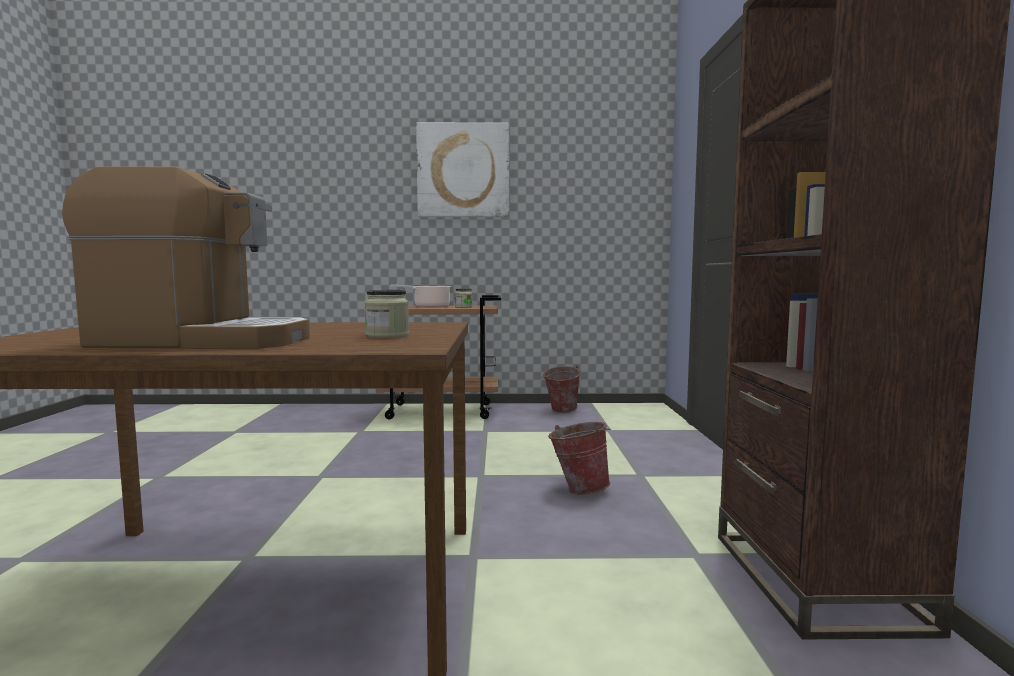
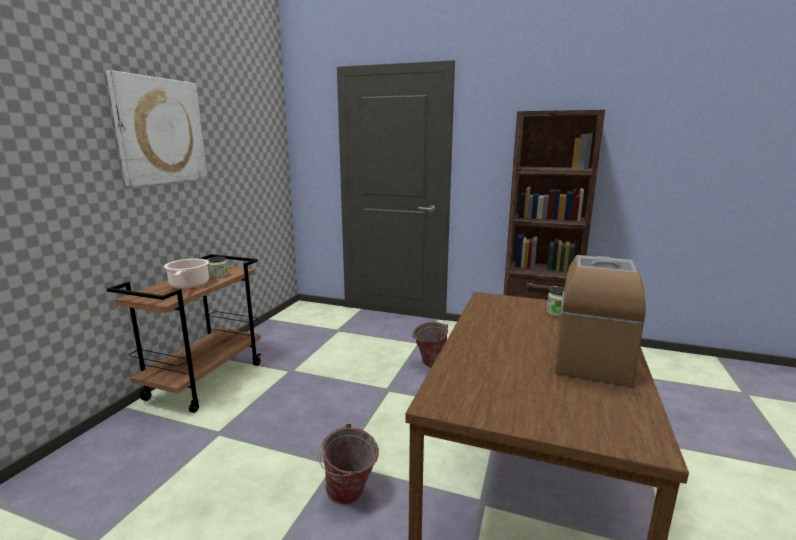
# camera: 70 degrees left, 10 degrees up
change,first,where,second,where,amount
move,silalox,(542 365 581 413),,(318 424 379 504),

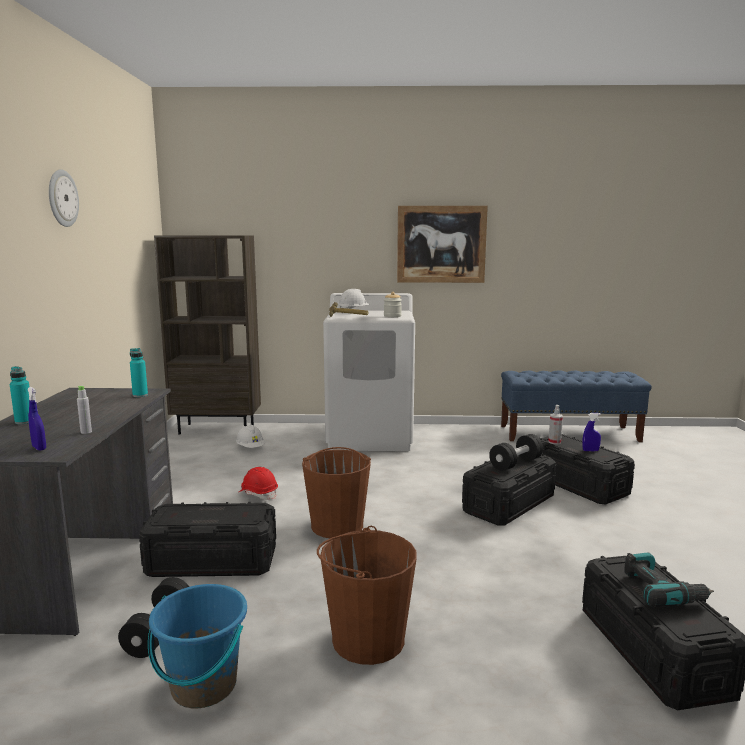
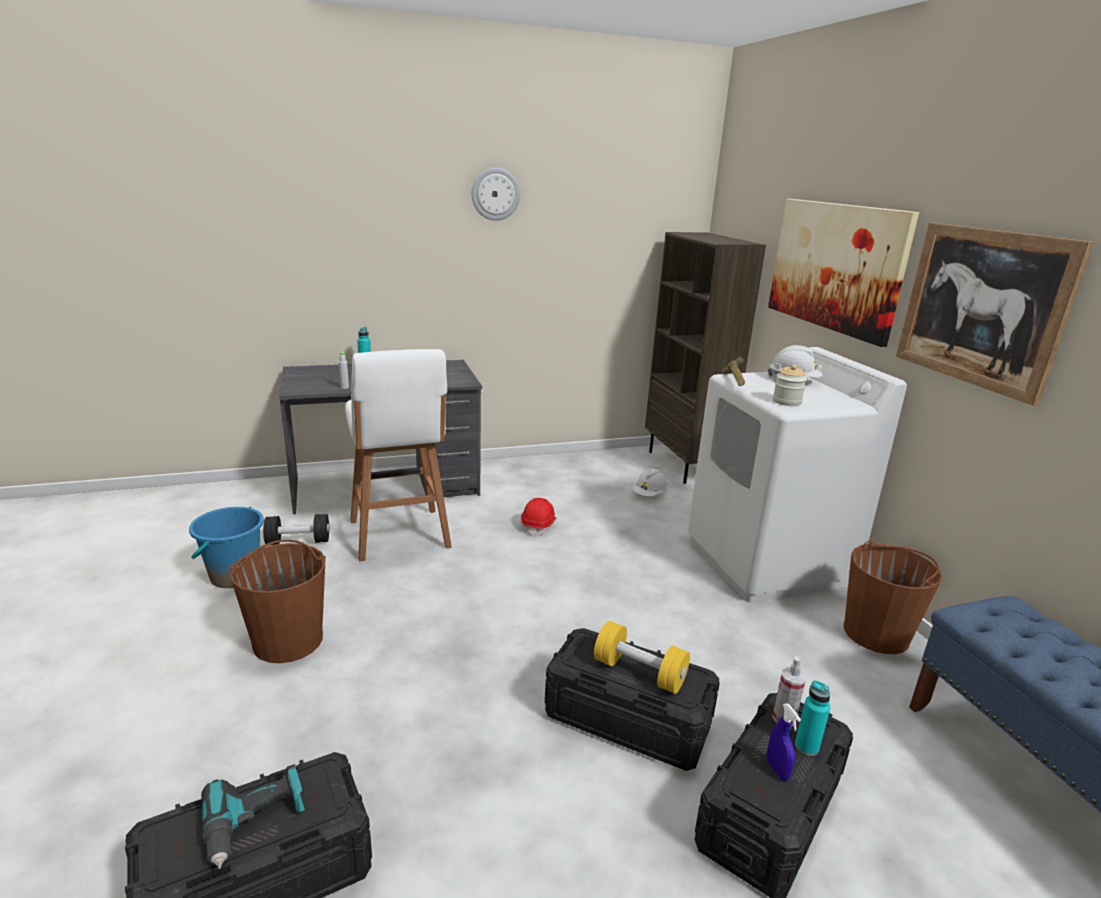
# camera: 70 degrees right, 10 degrees up
change,first,where,second,where,amount
replace,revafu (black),(139 502 276 577),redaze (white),(345 349 452 562),
recolor,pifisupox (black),(489 434 543 471),pifisupox (yellow),(594 621 690 694),
insert,,,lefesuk,(768 199 919 347),
move,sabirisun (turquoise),(130 348 148 397),,(795 680 830 756),
move,silalox (brown),(302 447 371 538),,(843 541 942 654),
delete,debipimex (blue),(27 387 46 450),,,

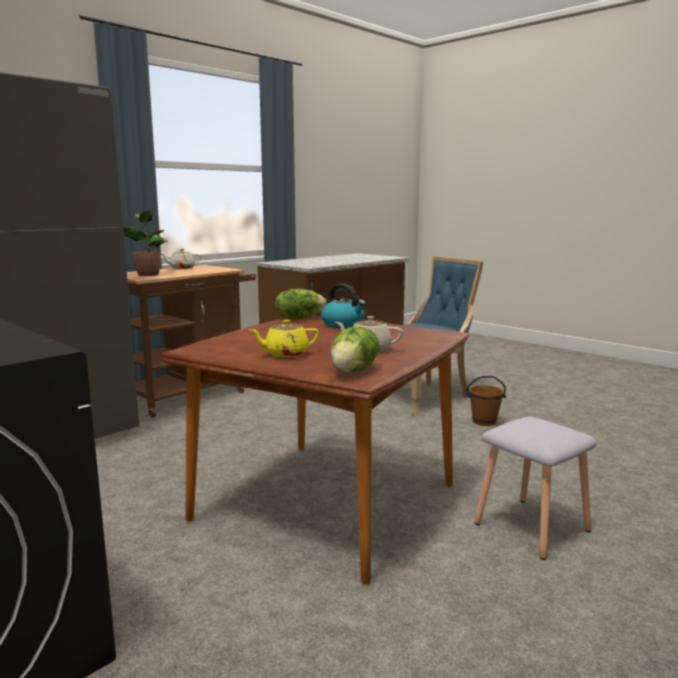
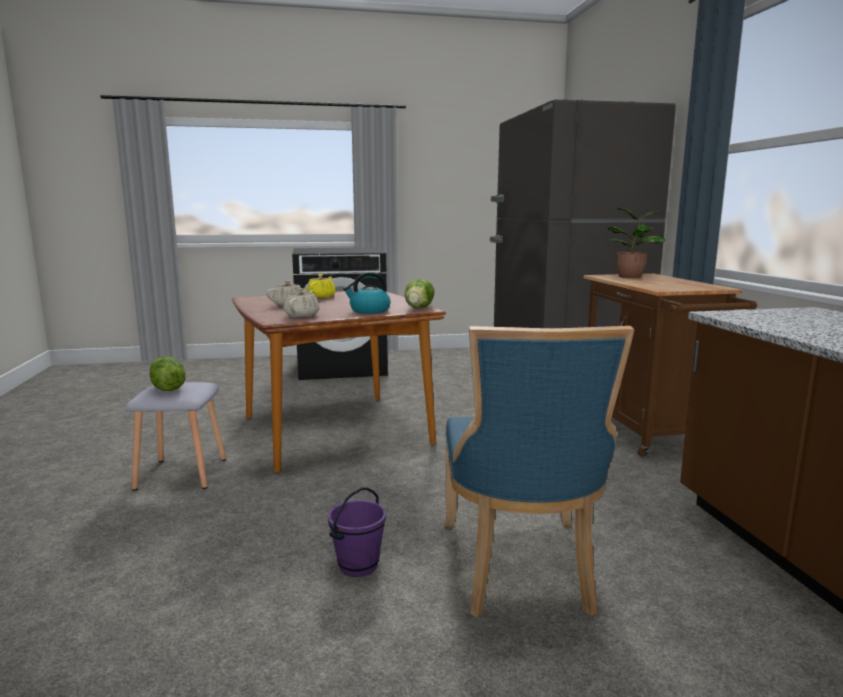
# camera: 125 degrees right, 0 degrees up
change,first,where,second,where,amount
move,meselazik,(331 327 379 373),,(150 357 186 391),
move,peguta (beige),(161 249 201 269),,(283 288 320 317),
recolor,silalox (brown),(466 376 506 426),silalox (purple),(327 487 386 577),

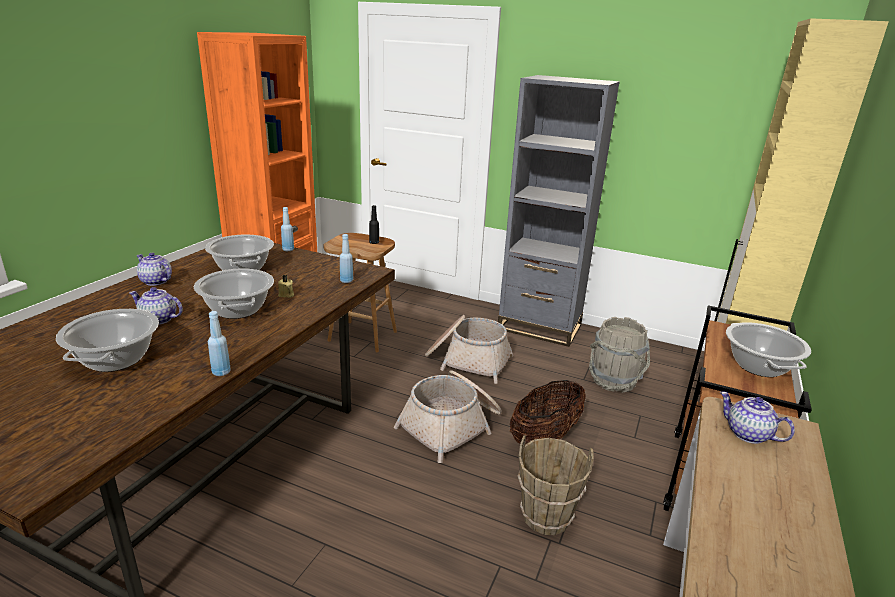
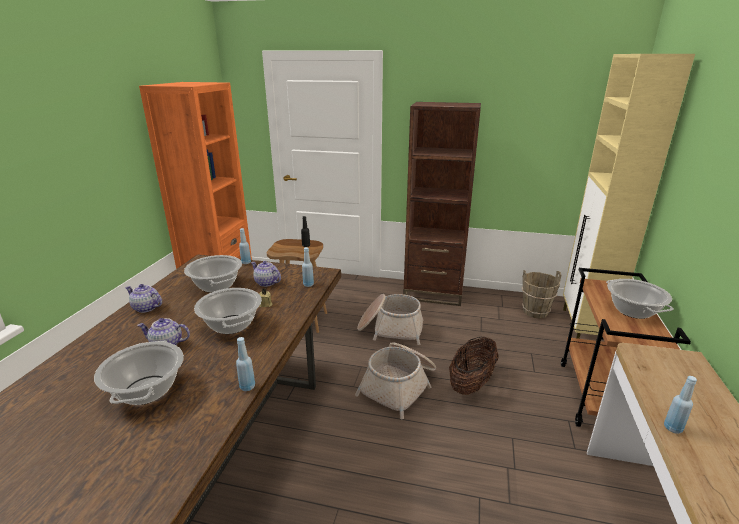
# camera: 10 degrees left, 0 degrees up
change,first,where,second,where,amount
move,peguta,(720 392 795 444),,(251 261 281 287),
recolor,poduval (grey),(498 75 620 347),poduval (brown),(403 102 481 306),
move,silalox (brown),(518 435 594 535),,(522 270 561 318),
insert,,,sabirisun (blue),(664 376 697 434),
delete,silalox (grey),(589 317 650 393),,,

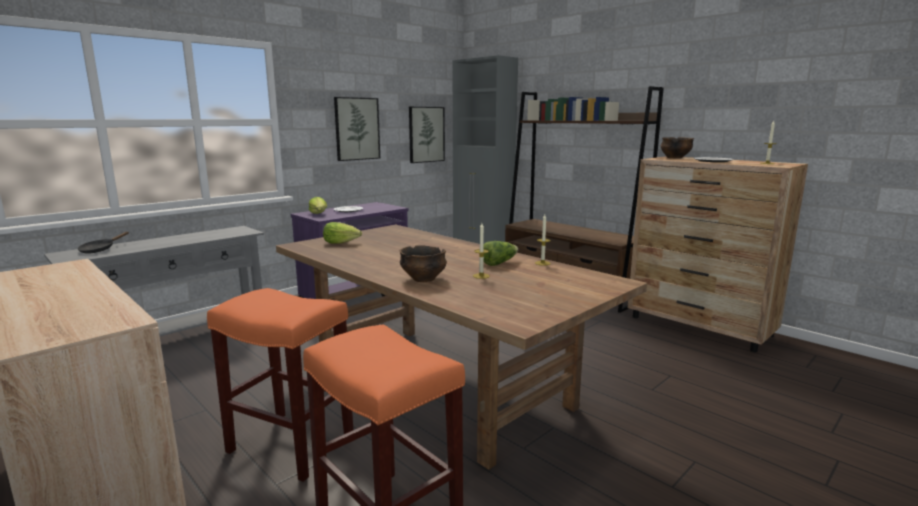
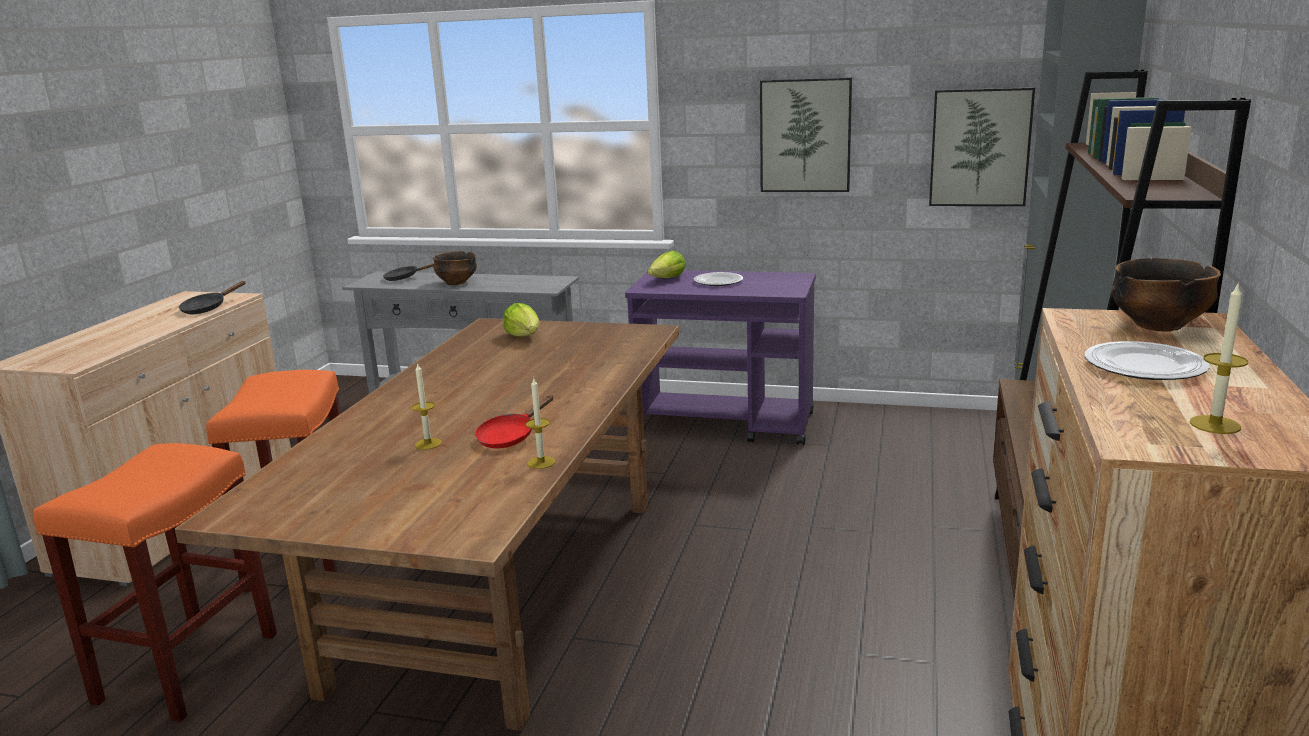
# camera: 60 degrees right, 5 degrees up
change,first,where,second,where,amount
insert,,,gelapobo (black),(179 281 246 314),
move,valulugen,(399 245 447 282),,(433 251 477 285),
replace,meselazik,(483 241 518 266),gelapobo (red),(475 395 553 449),

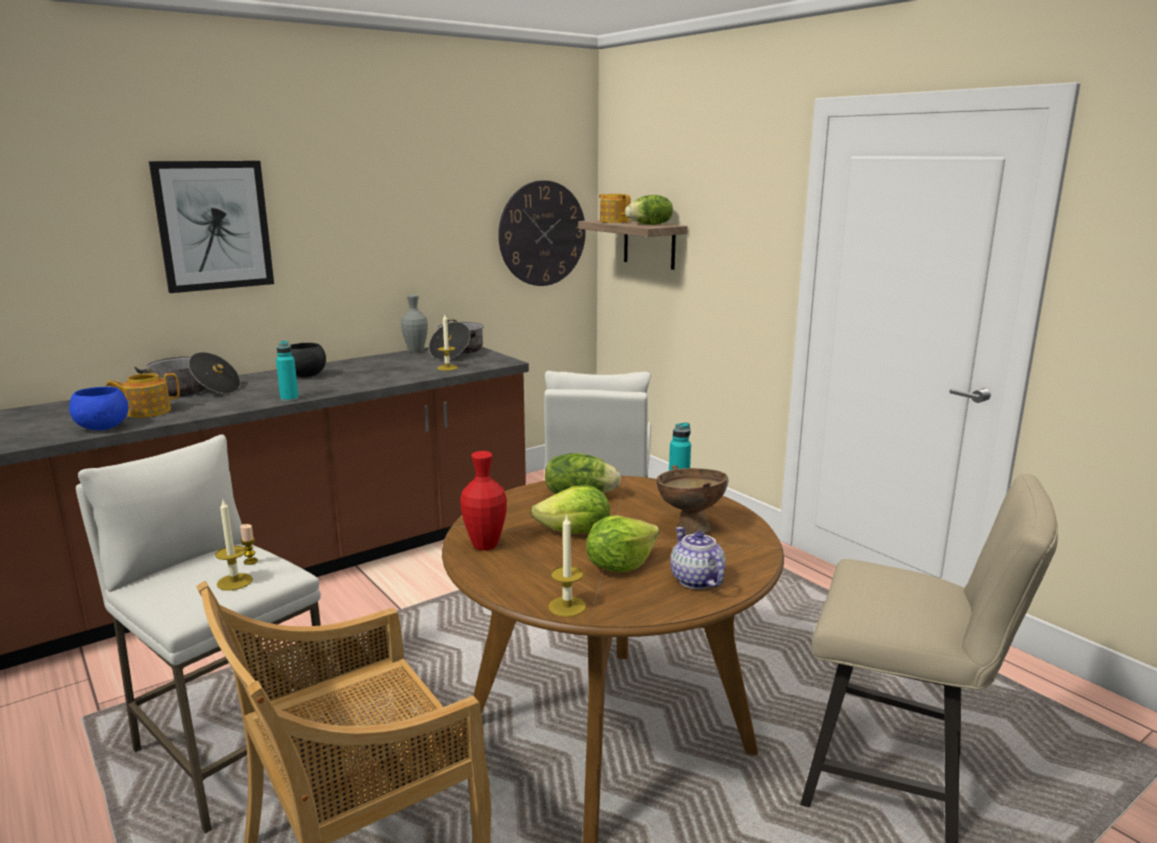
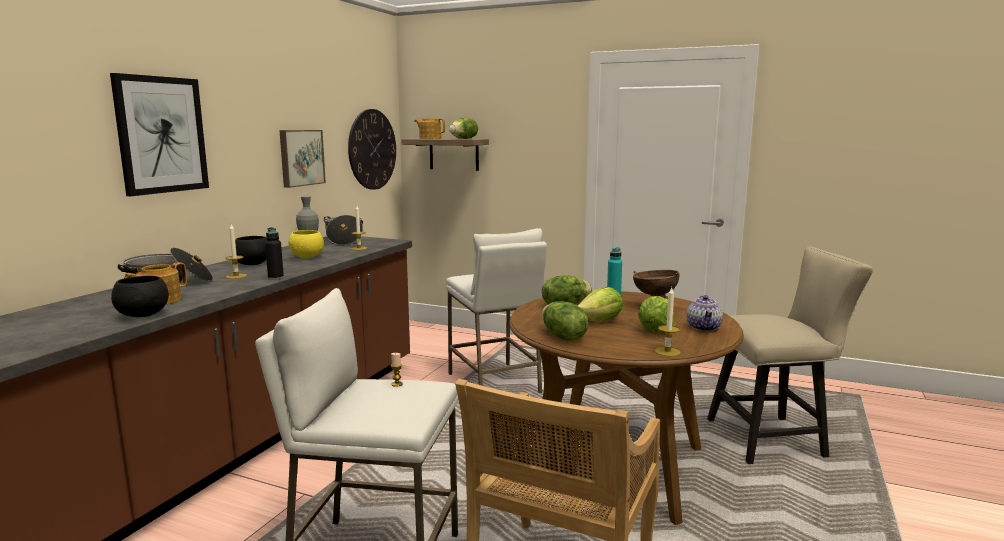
# camera: 30 degrees left, 5 degrees down
change,first,where,second,where,amount
recolor,valulugen (blue),(69 387 128 430),valulugen (black),(111 276 169 317),
move,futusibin,(215 500 253 591),,(225 224 247 279),
recolor,sabirisun (turquoise),(276 341 299 402),sabirisun (black),(265 227 284 280),
insert,,,lefesuk,(279 130 326 188),
insert,,,valulugen (yellow),(288 230 324 258),
replace,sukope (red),(460 451 507 550),meselazik,(542 301 589 340),
rotate,peguta,(670 527 726 589),,(687 295 723 331),120 degrees counterclockwise

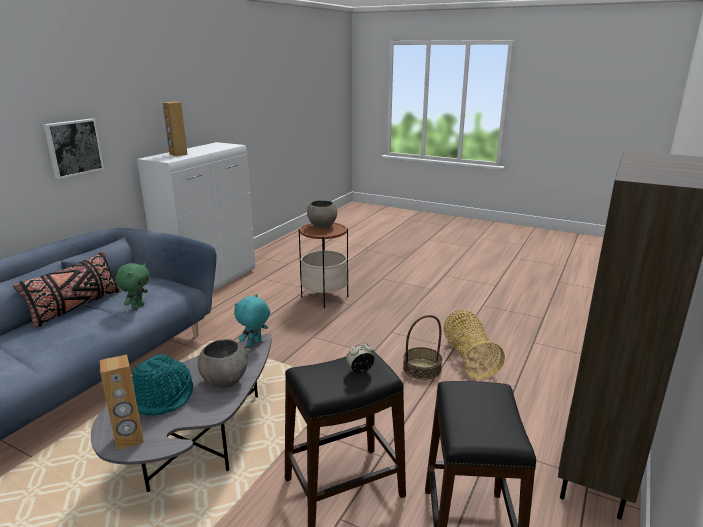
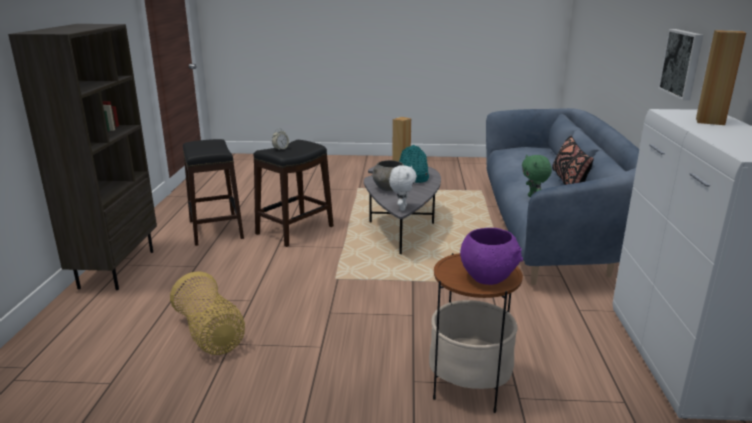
# camera: 155 degrees right, 0 degrees up
change,first,where,second,where,amount
recolor,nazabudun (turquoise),(234 294 270 347),nazabudun (white),(389 165 417 211),
recolor,valulugen (grey),(307 200 337 228),valulugen (purple),(460 228 523 285),
delete,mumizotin,(403 315 442 380),,,

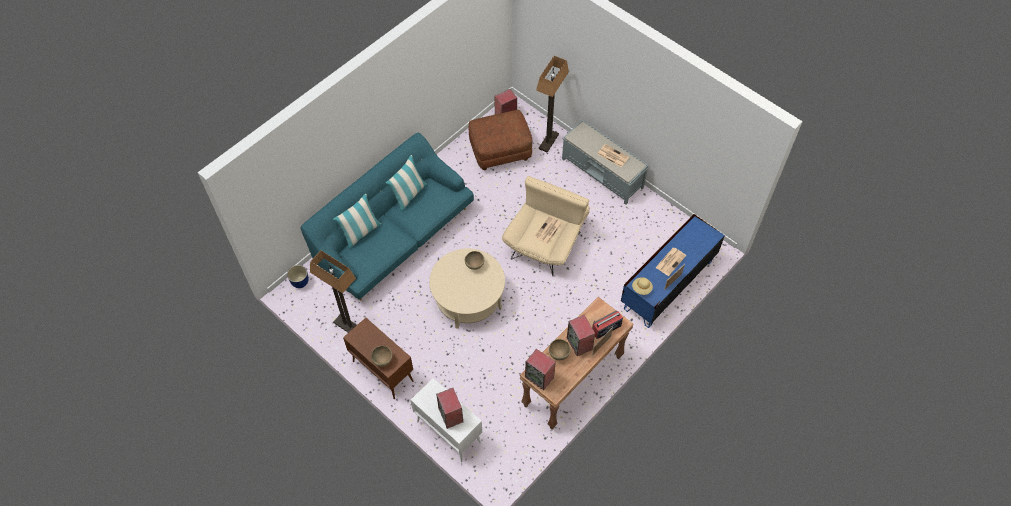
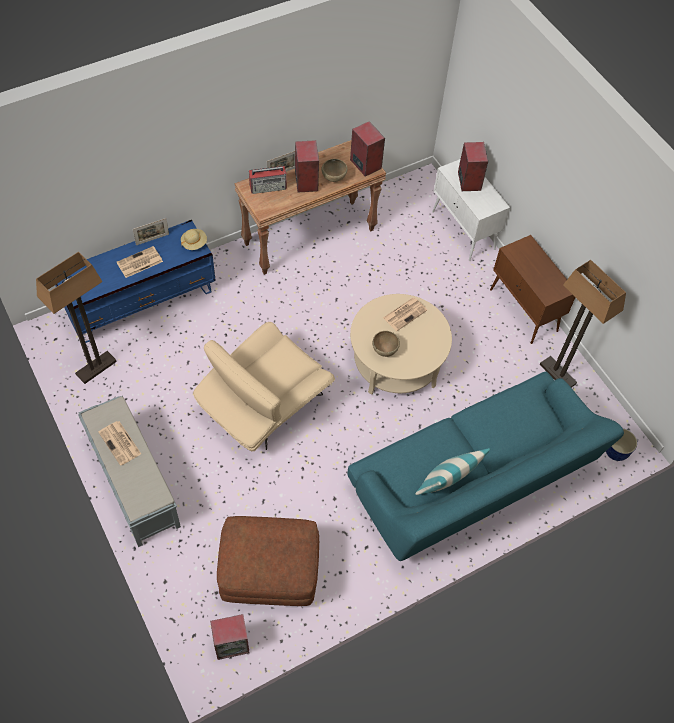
# camera: 165 degrees left, 0 degrees up
change,first,where,second,where,amount
move,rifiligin,(536 56 569 153),,(36 252 117 384),
move,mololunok,(534 216 562 244),,(383 298 427 331),
delete,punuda,(333 194 381 248),,,
delete,valulugen (brown),(371 346 393 367),,,

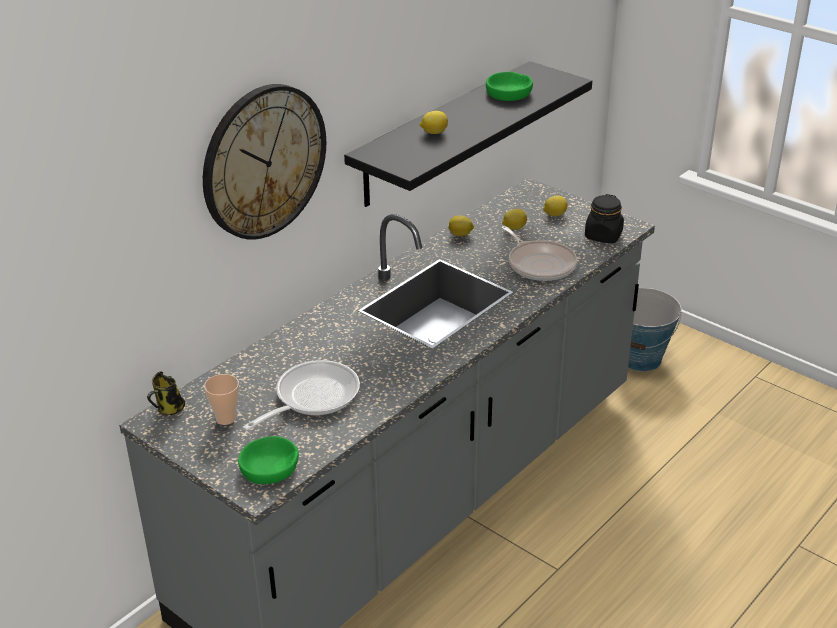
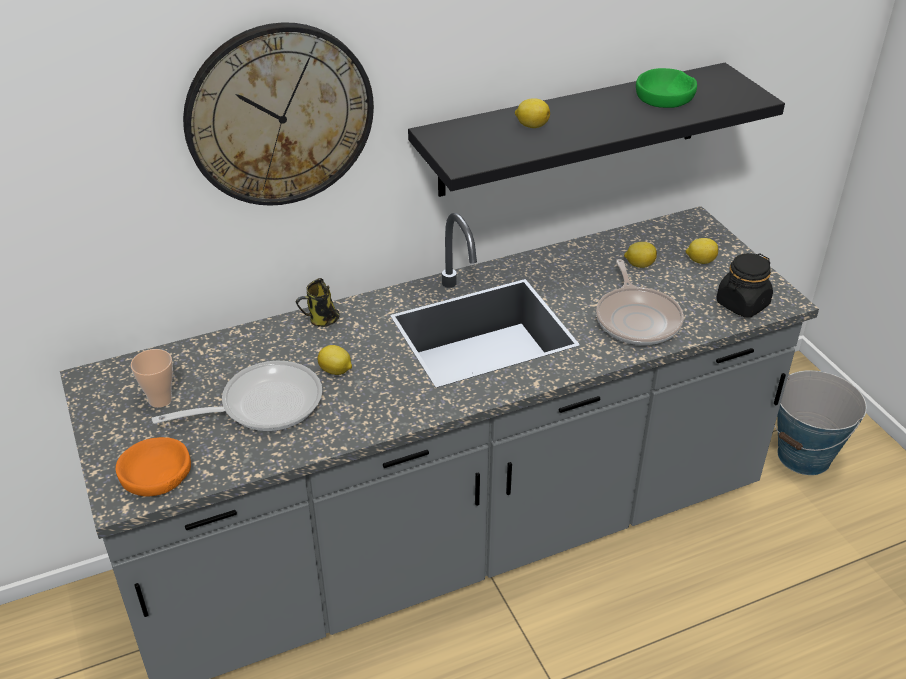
# camera: 25 degrees right, 5 degrees up
change,first,where,second,where,amount
recolor,valulugen (green),(238 436 299 484),valulugen (orange),(116 437 191 497),
move,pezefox,(147 371 185 416),,(296 278 340 327),
move,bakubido,(449 215 474 236),,(318 345 352 375),

